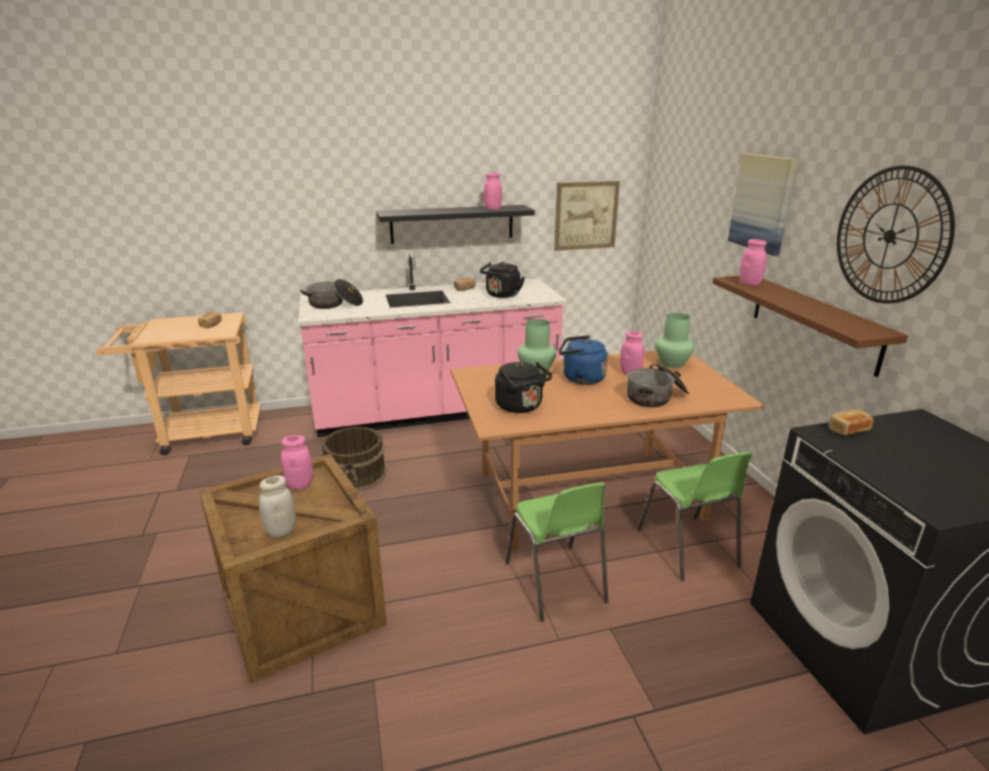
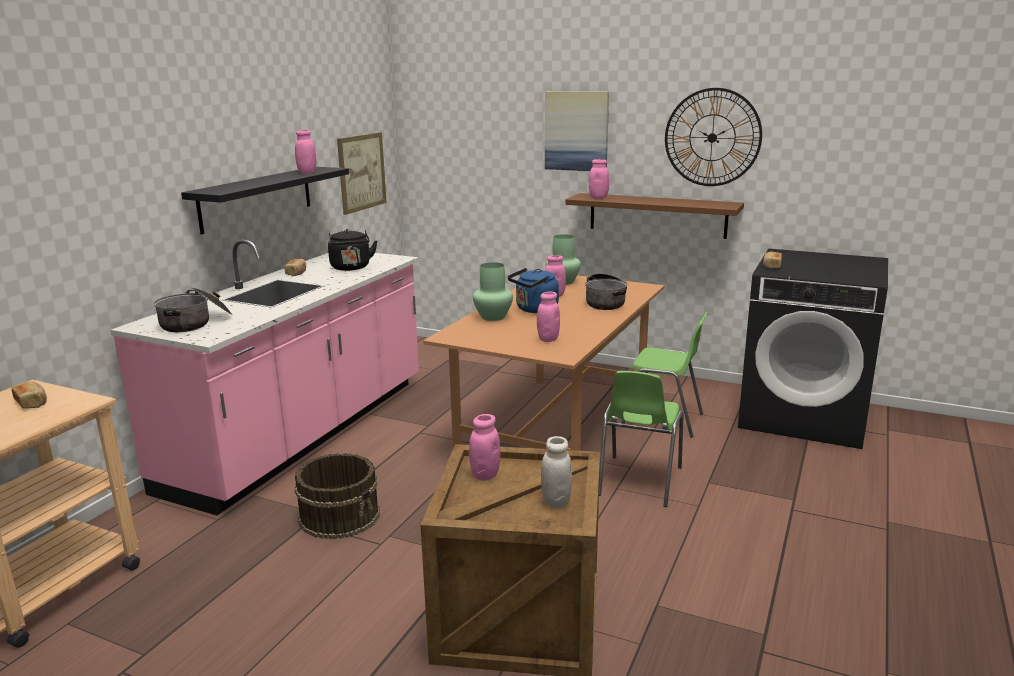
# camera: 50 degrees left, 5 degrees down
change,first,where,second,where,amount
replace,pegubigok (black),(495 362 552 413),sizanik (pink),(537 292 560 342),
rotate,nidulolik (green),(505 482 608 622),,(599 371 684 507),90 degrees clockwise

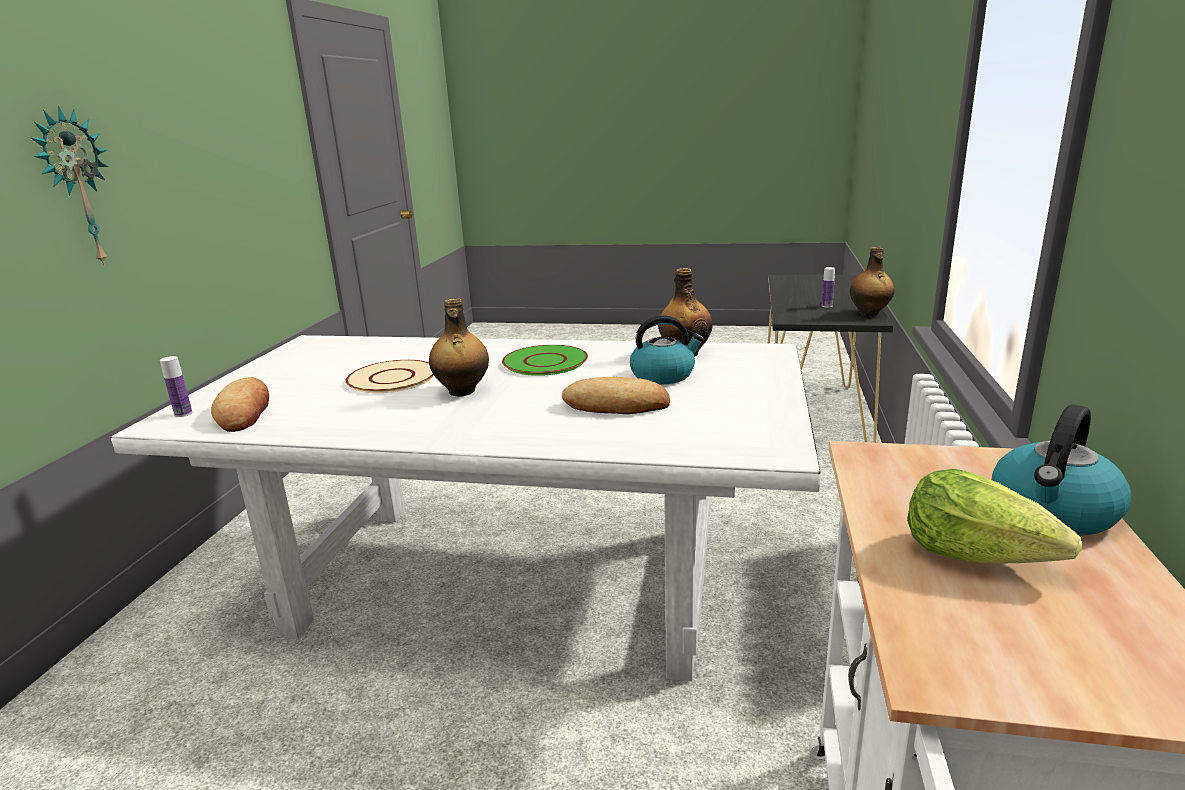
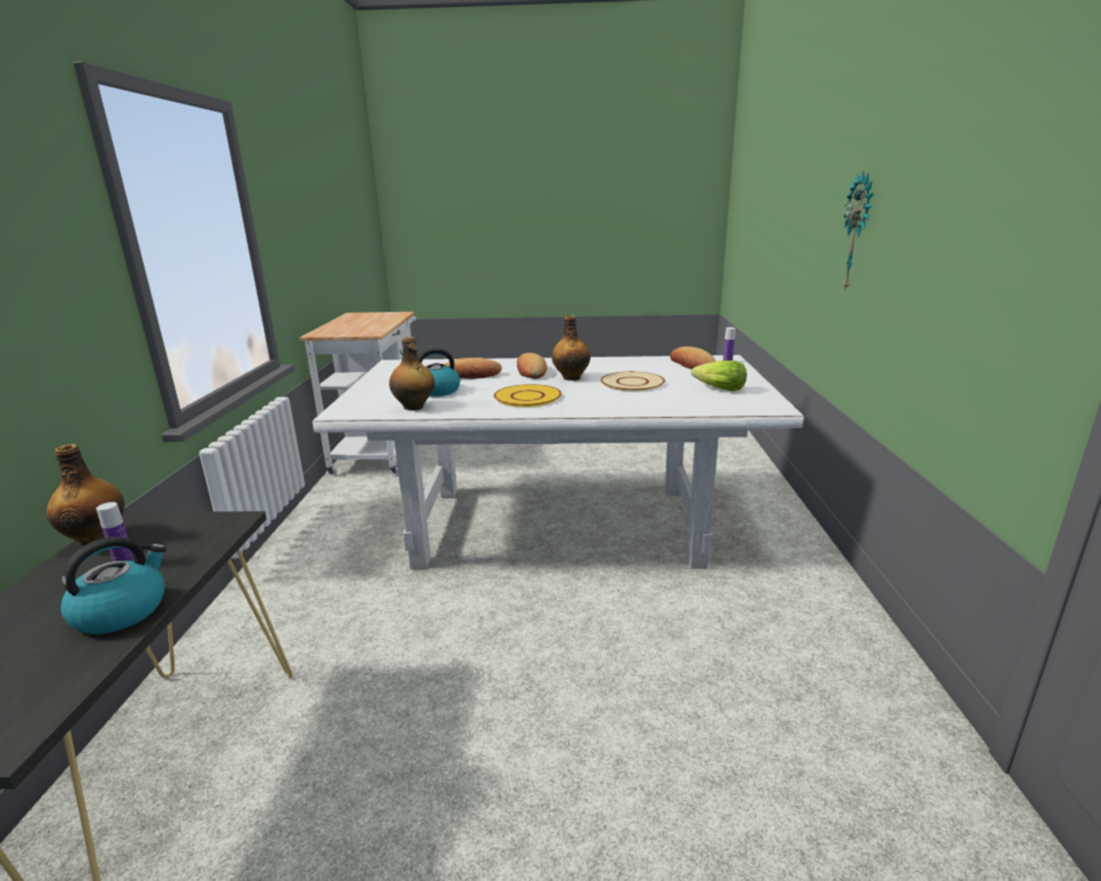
# camera: 170 degrees right, 0 degrees up
change,first,where,second,where,amount
move,pegubigok,(992 404 1131 536),,(61 537 166 634),
recolor,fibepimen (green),(502 345 588 376),fibepimen (yellow),(494 384 562 407),
insert,,,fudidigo,(517 353 547 378),
move,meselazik,(907 468 1082 564),,(691 360 747 391),

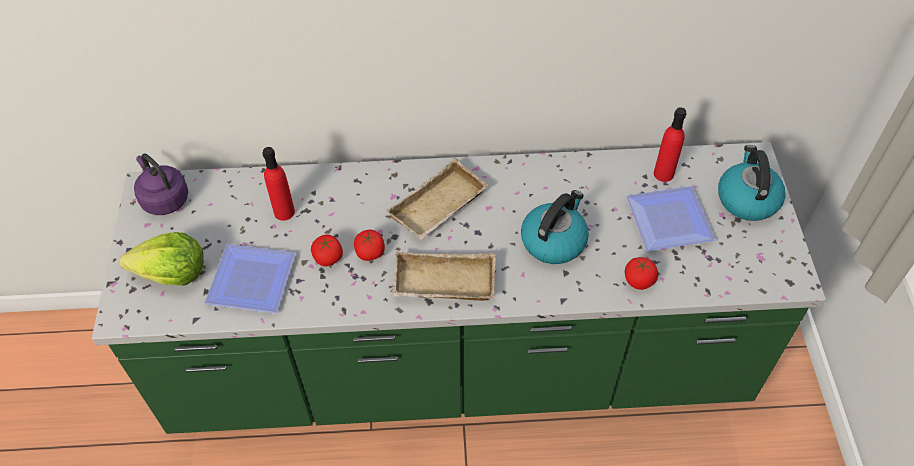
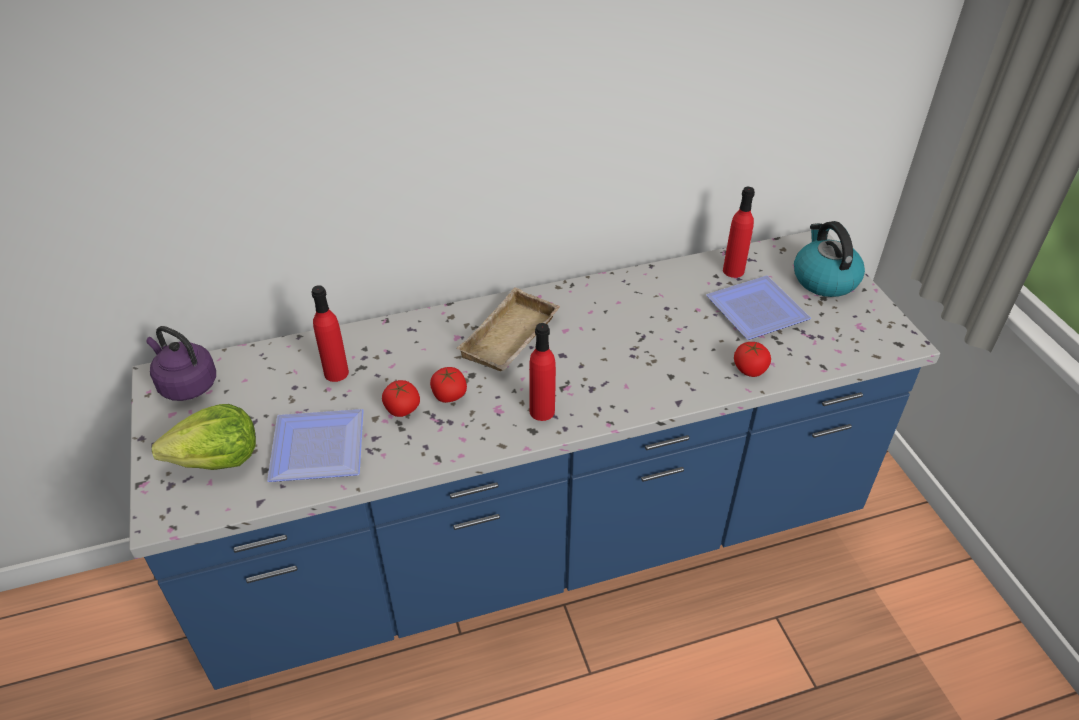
# camera: 15 degrees left, 10 degrees down
change,first,where,second,where,amount
recolor,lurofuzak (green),(92 142 826 434),lurofuzak (blue),(129 231 940 690),
replace,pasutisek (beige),(392 252 496 301),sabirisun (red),(529 323 556 421),
delete,pegubigok,(521 190 589 264),,,

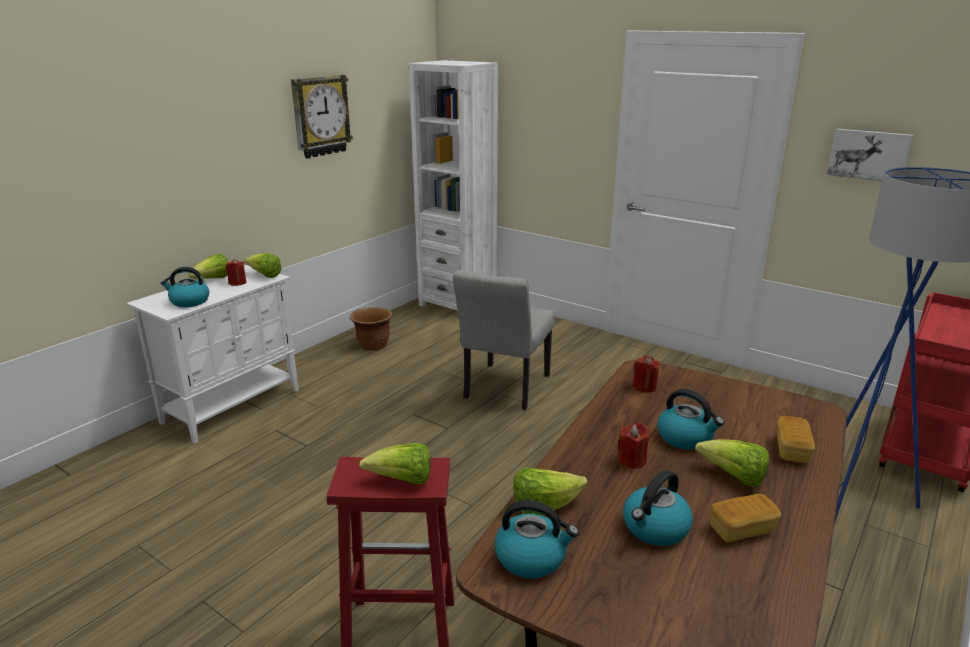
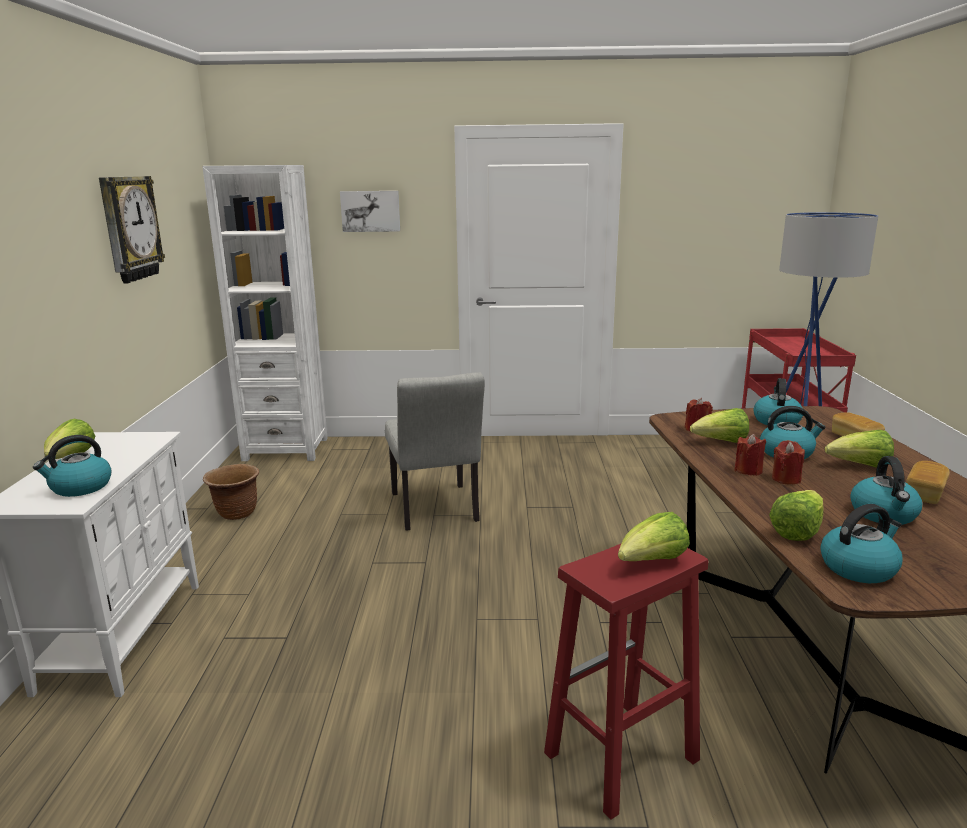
# camera: 35 degrees left, 5 degrees down
change,first,where,second,where,amount
move,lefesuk,(827 129 913 181),,(340 191 400 232),
move,meselazik,(244 253 282 278),,(690 408 749 443),
move,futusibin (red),(226 259 246 286),,(734 434 766 476),
insert,,,pegubigok,(753 378 803 425),

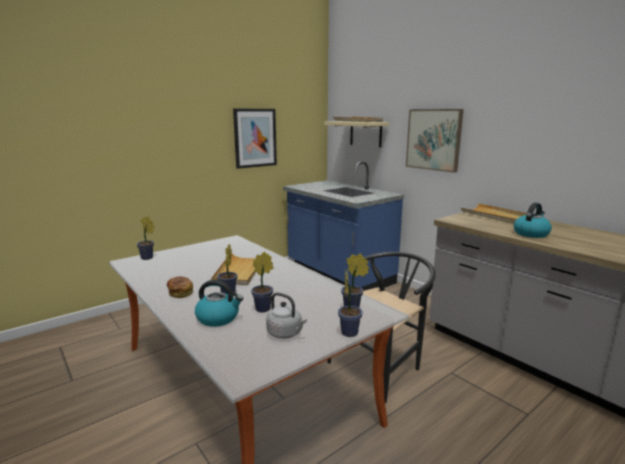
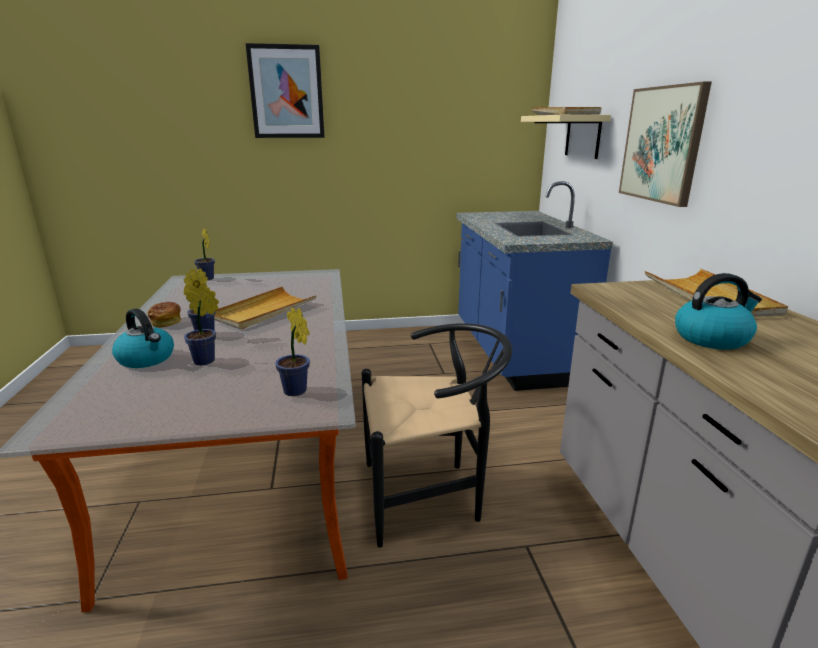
# camera: 30 degrees right, 5 degrees up
change,first,where,second,where,amount
move,lefesuk,(233 108 277 169),,(245 43 325 138),
delete,pegubigok (grey),(266 293 307 339),,,
delete,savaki,(338 271 363 337),,,

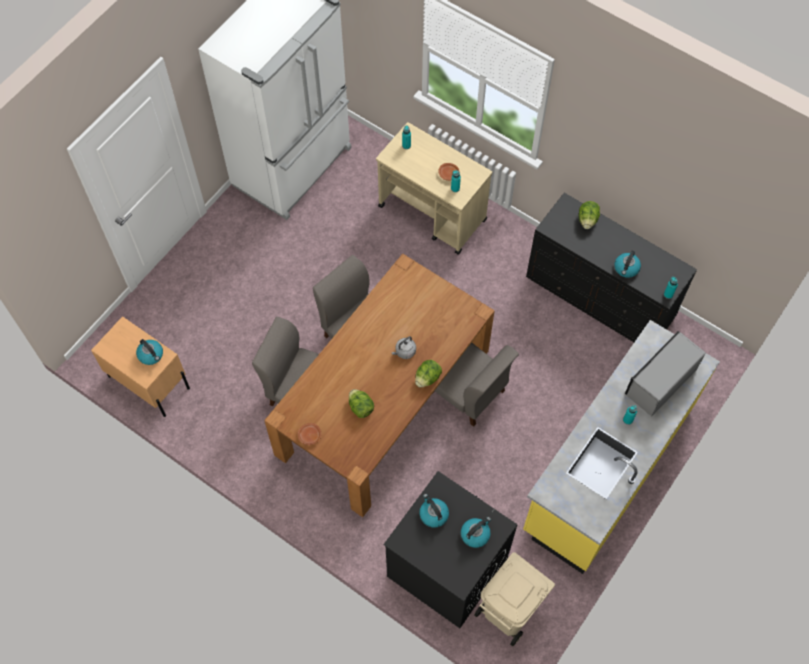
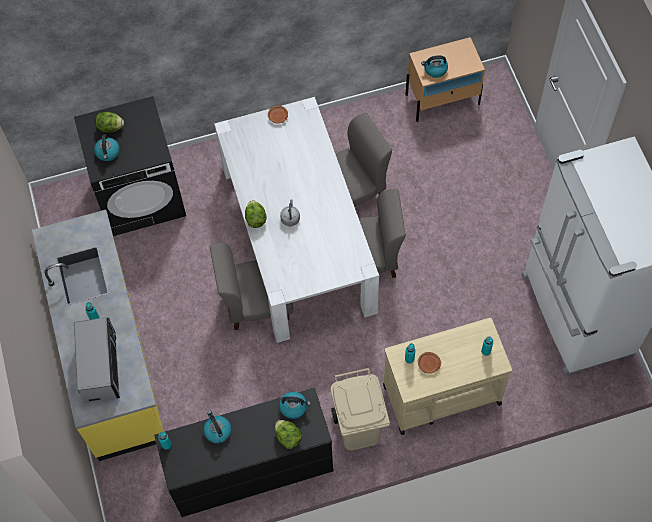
# camera: 130 degrees right, 0 degrees up
change,first,where,second,where,amount
move,meselazik,(349 389 374 418),,(96 112 124 132),
recolor,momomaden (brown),(264 253 495 517),momomaden (white),(214 97 379 343),
move,pegubigok,(419 494 449 528),,(279 392 311 419),
move,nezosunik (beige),(474 552 555 646),,(331 368 390 450),

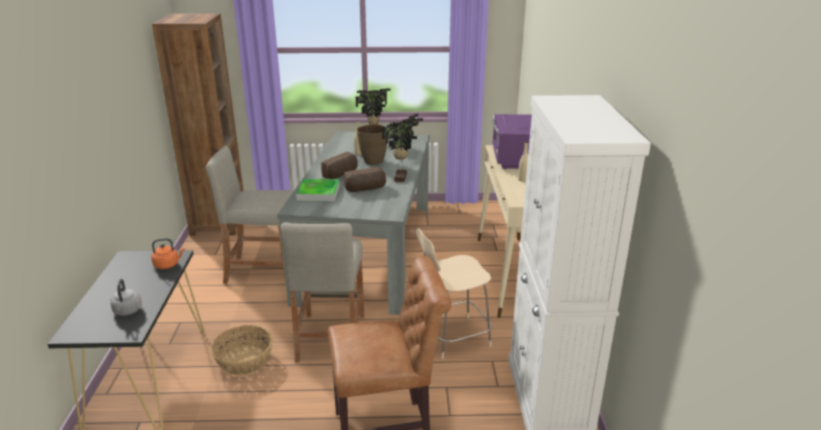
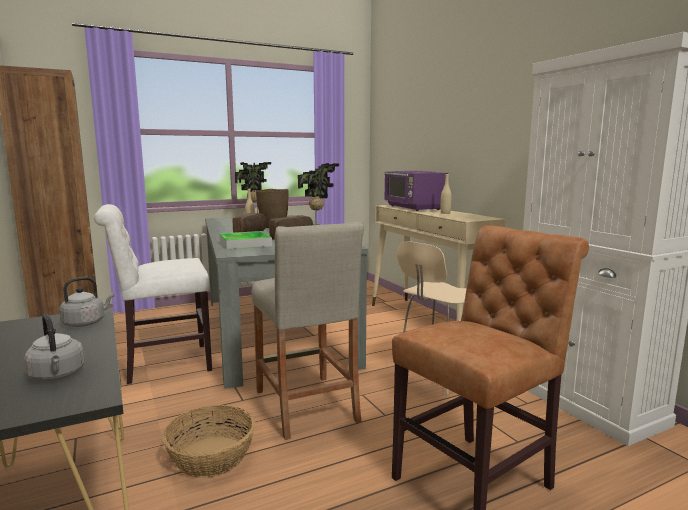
# camera: 25 degrees left, 15 degrees down
change,first,where,second,where,amount
recolor,pegubigok (orange),(151 238 185 269),pegubigok (grey),(59 277 115 327),
replace,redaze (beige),(206 145 294 284),nidulolik (white),(94 204 212 384),

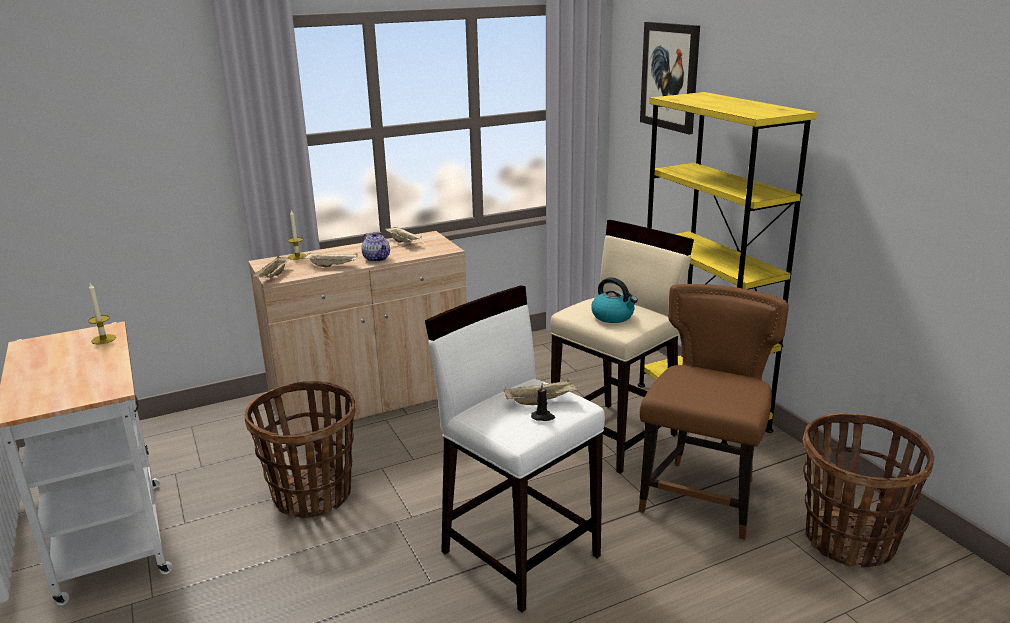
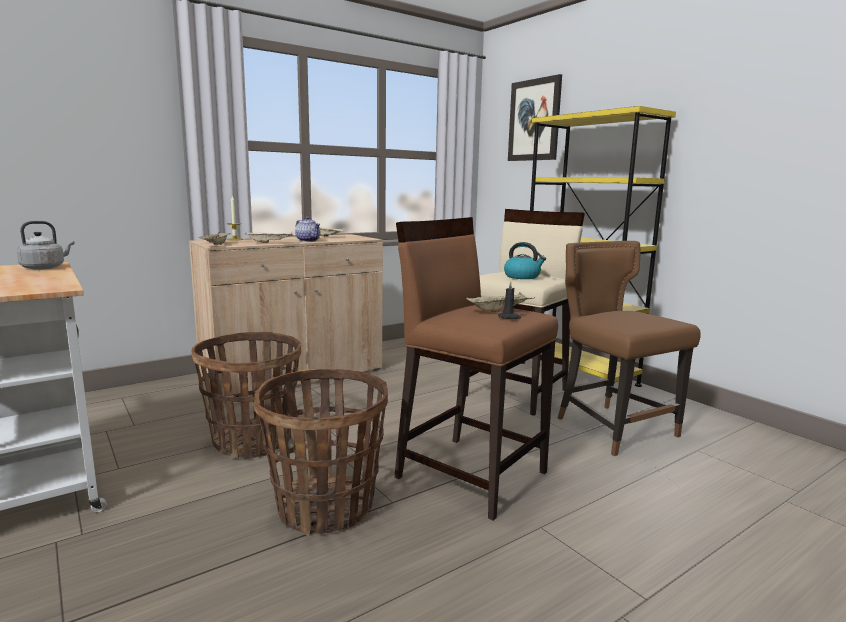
# camera: 10 degrees left, 10 degrees down
change,first,where,second,where,amount
replace,futusibin,(88 283 116 345),pegubigok (grey),(17 221 75 270),
move,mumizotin,(803 413 934 568),,(254 369 388 536),
recolor,redaze (white),(425 286 605 612),redaze (brown),(394 217 558 521),
rotate,nidulolik (brown),(638 284 789 540),,(557 241 701 456),45 degrees counterclockwise

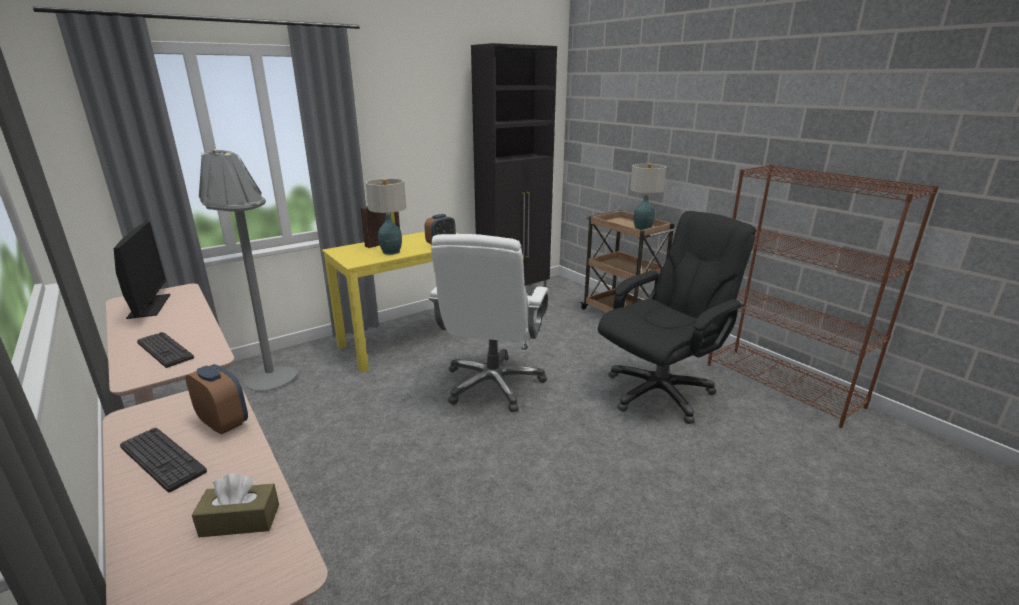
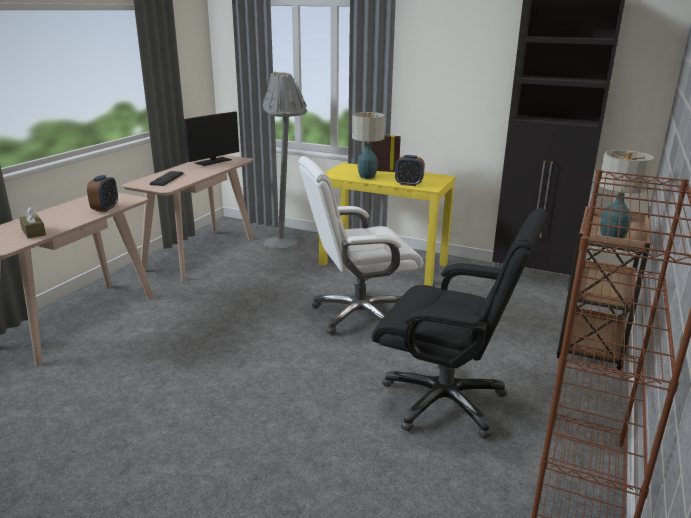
# camera: 60 degrees right, 0 degrees up
change,first,where,second,where,amount
delete,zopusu,(120 428 207 493),,,

